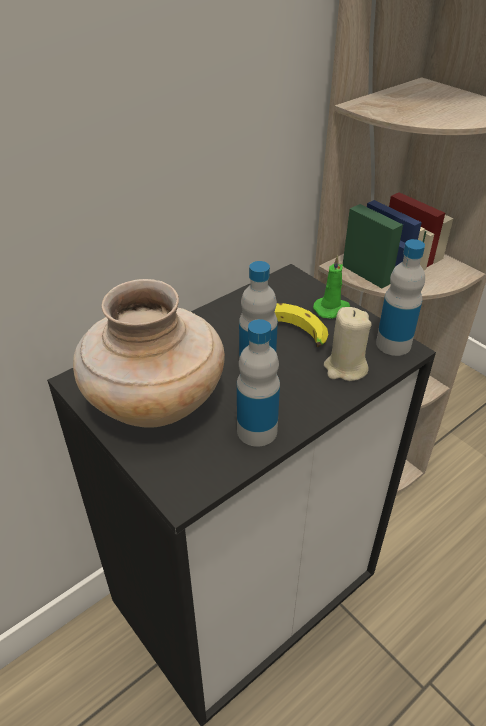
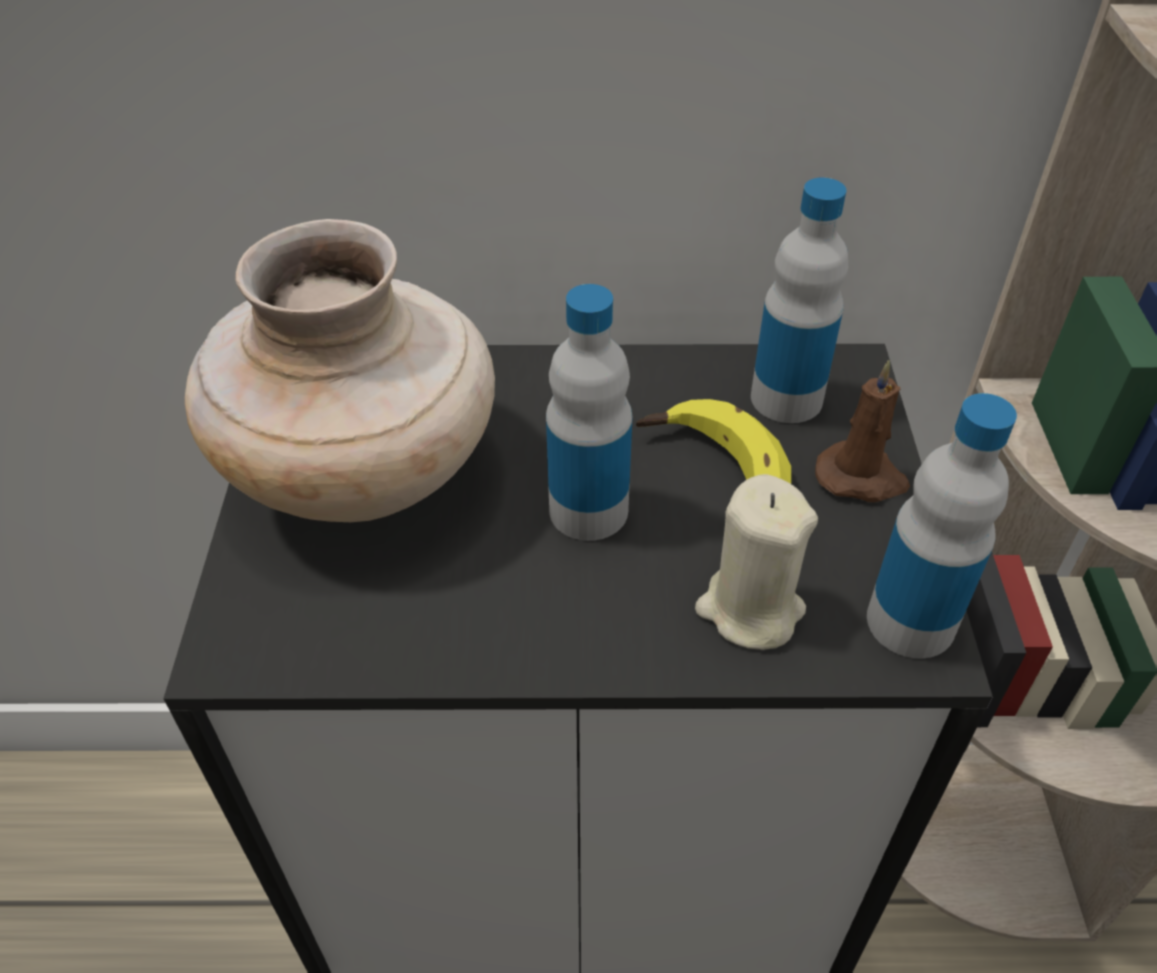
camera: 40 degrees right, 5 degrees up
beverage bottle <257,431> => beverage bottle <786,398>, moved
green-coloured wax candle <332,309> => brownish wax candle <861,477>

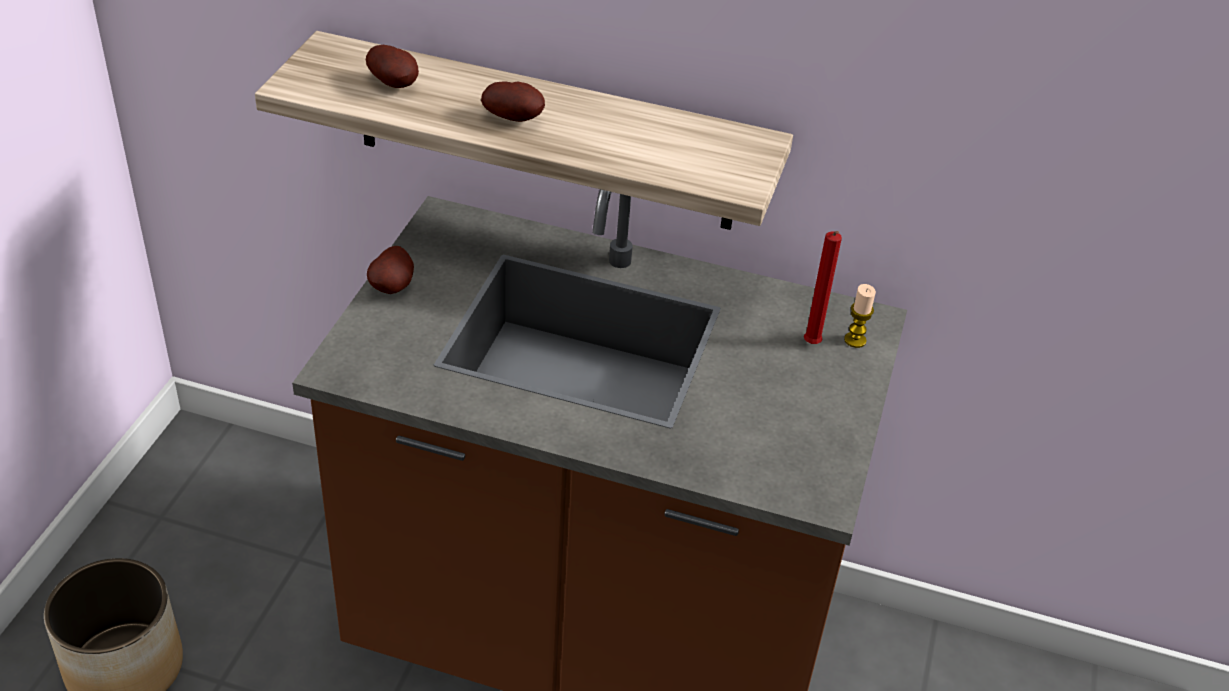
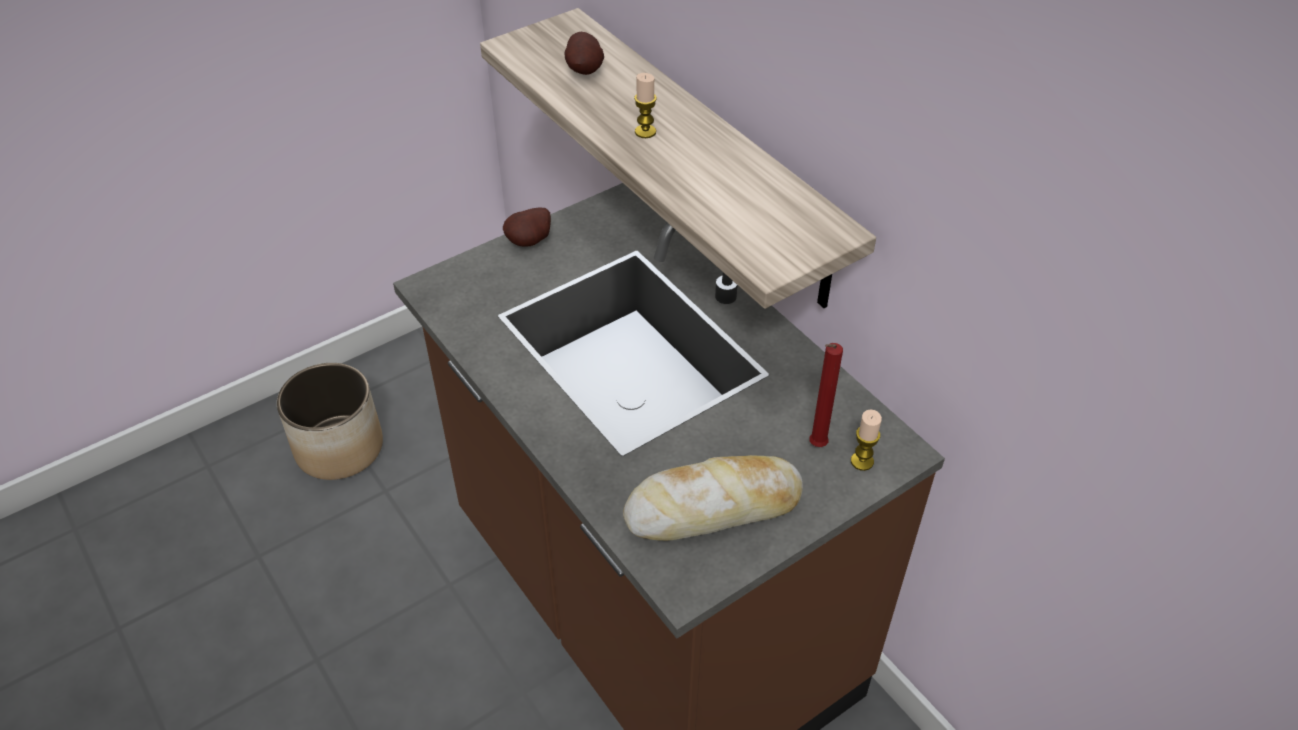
camera: 40 degrees right, 5 degrees up
nothing => baked bread <713,507>
whole potato <515,119> => wax candle <645,132>

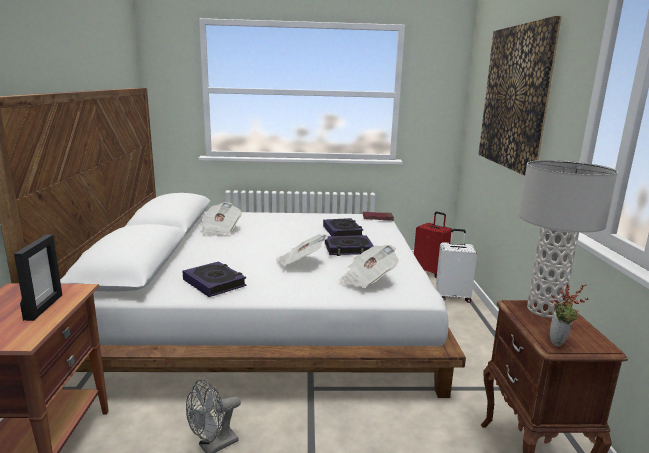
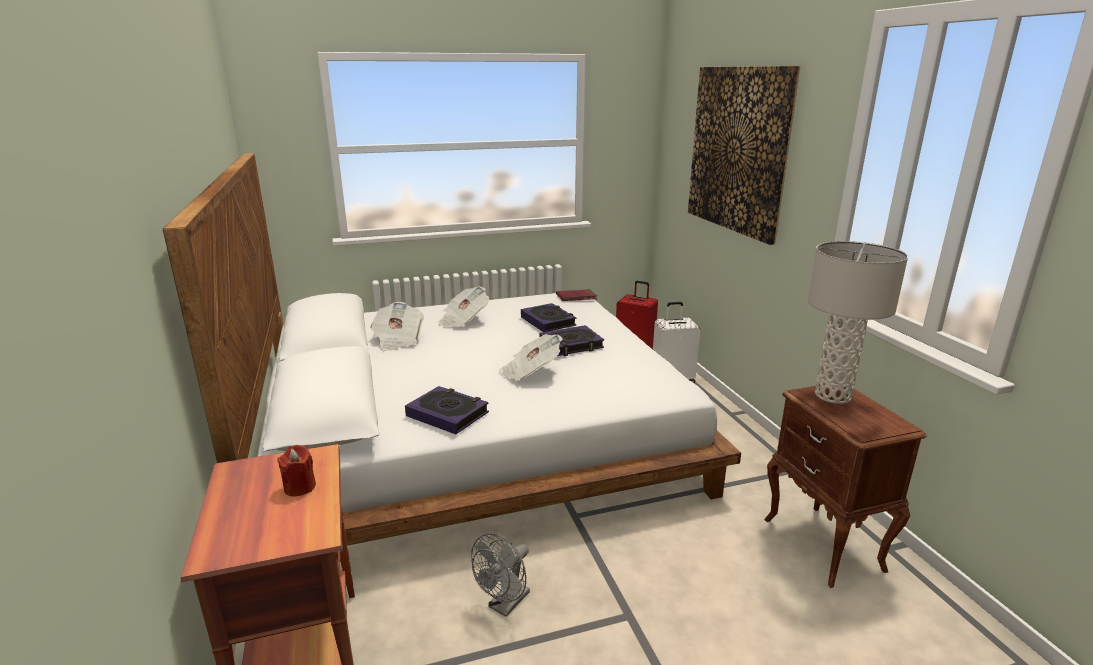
camera: 15 degrees left, 5 degrees up
potted plant <560,343> => nothing
daily paper <367,280> => daily paper <463,320>, moved
picture frame <43,307> => reddish wax candle <300,487>

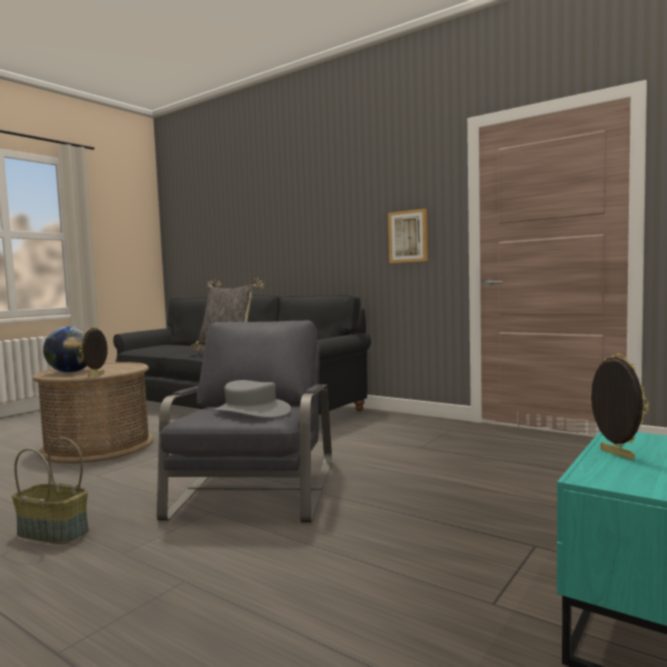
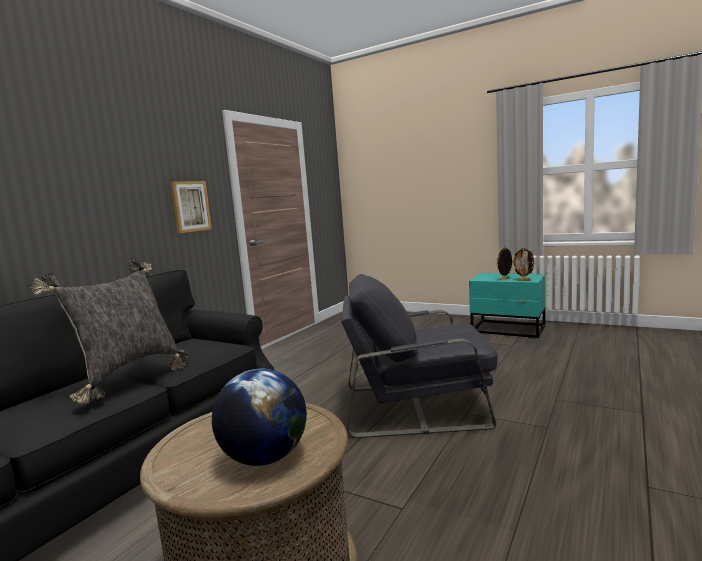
camera: 95 degrees left, 5 degrees up
household basket <51,533> => nothing
grey wearable hat <251,412> => nothing
picture frame <96,375> => picture frame <524,280>, moved

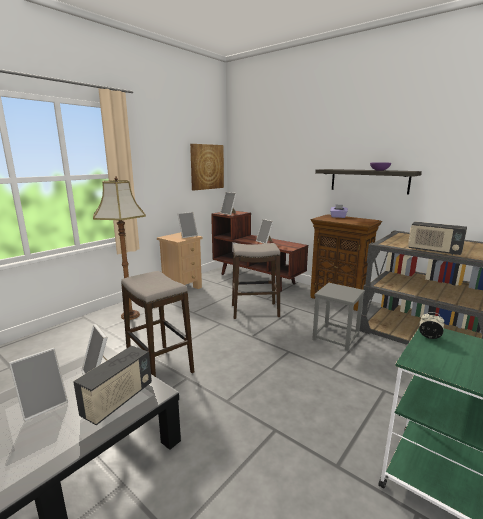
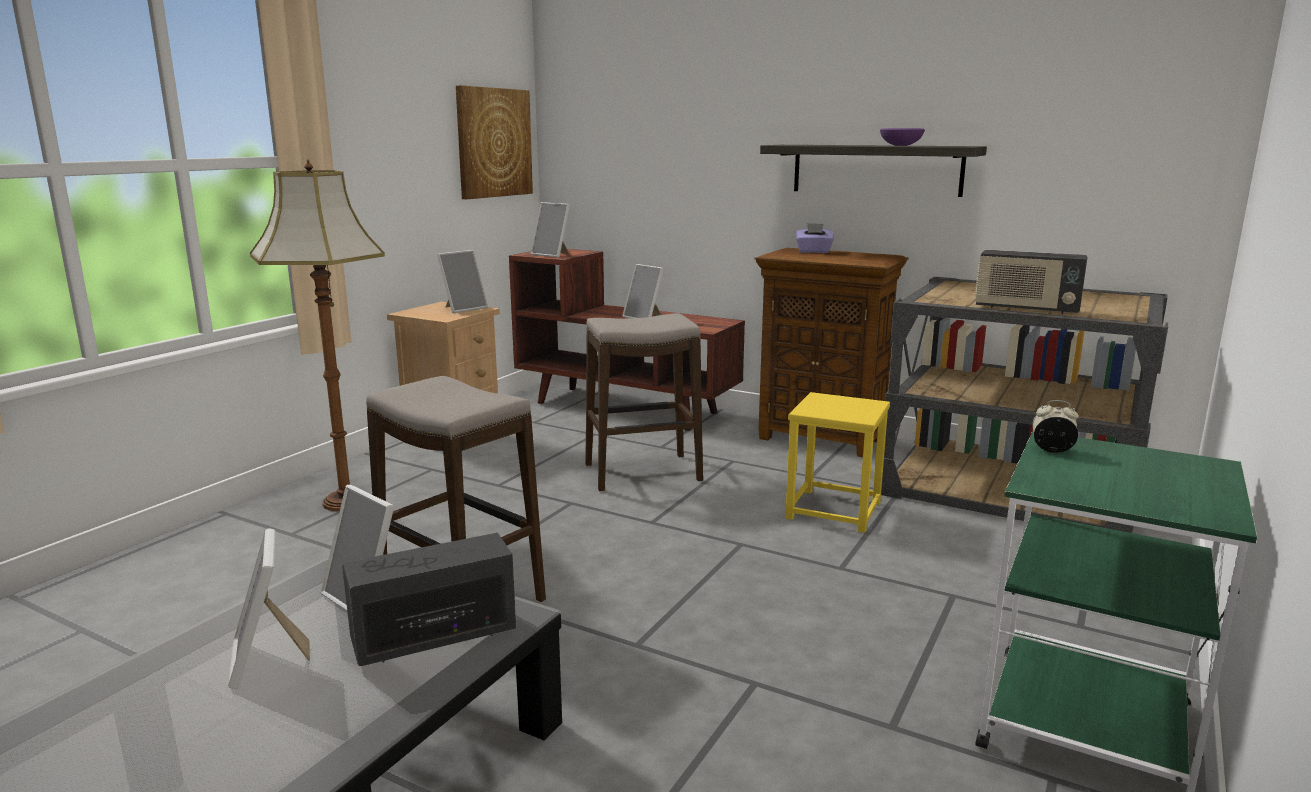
camera: 10 degrees left, 0 degrees up
grey stool seat <335,337> => yellowish stool seat <833,510>
picture frame <44,404> => picture frame <267,659>, 120 degrees clockwise
radio receiver <118,400> => radio receiver <435,637>, 135 degrees counterclockwise

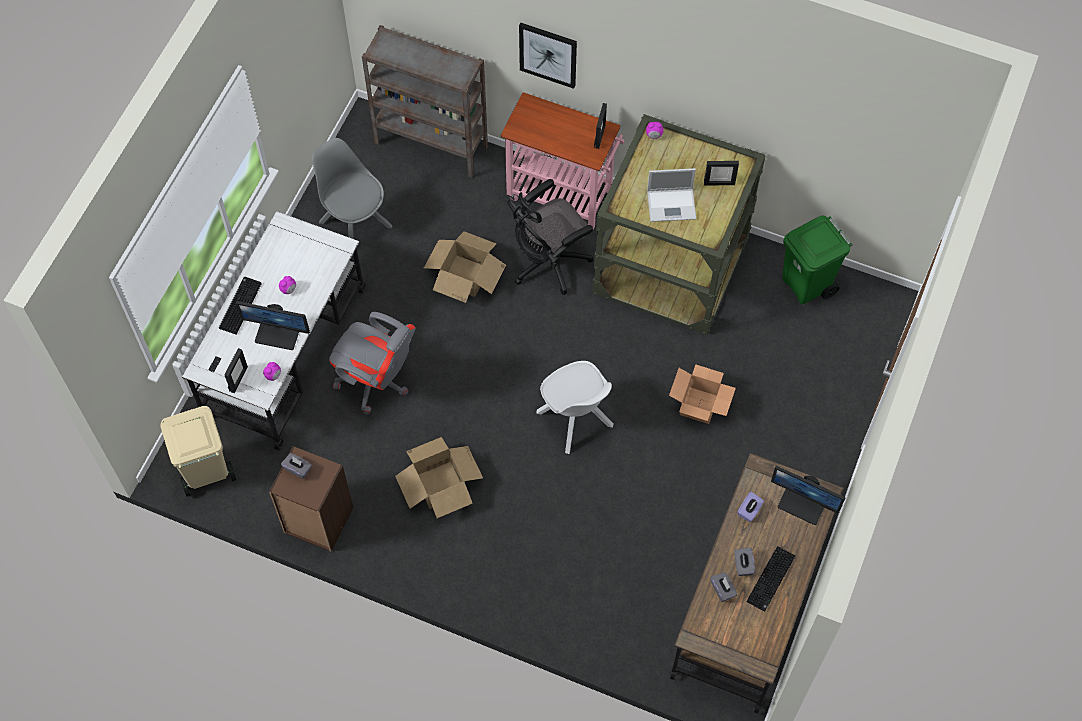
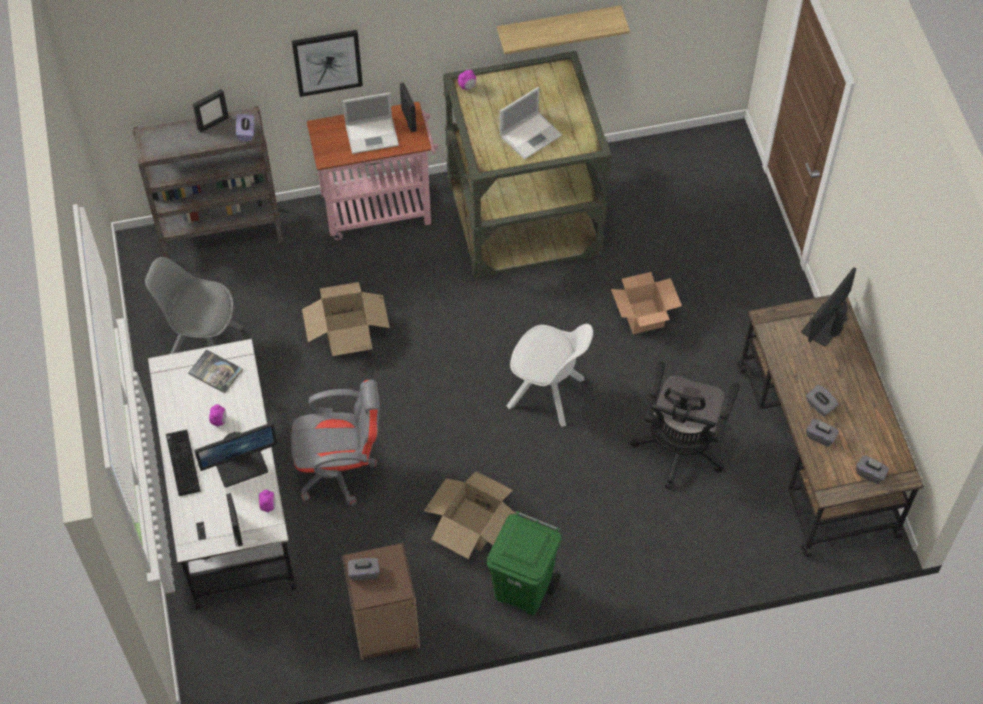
camera: 35 degrees left, 5 degrees down
sand-coloured trash can <206,472> => nothing
computer keyboard <771,580> => nothing
nothing => book <215,372>
nothing => notebook computer <373,135>
nothing => wall shelf <558,27>
nothing => grey tissue box <870,473>
office chair <550,262> => office chair <680,448>, moved
picture frame <719,183> => picture frame <213,123>, moved
purplish tissue box <749,511> => purplish tissue box <246,133>, moved
green-coloured trash can <806,285> => green-coloured trash can <524,590>, moved
monitor <802,504> => monitor <825,326>, 135 degrees clockwise

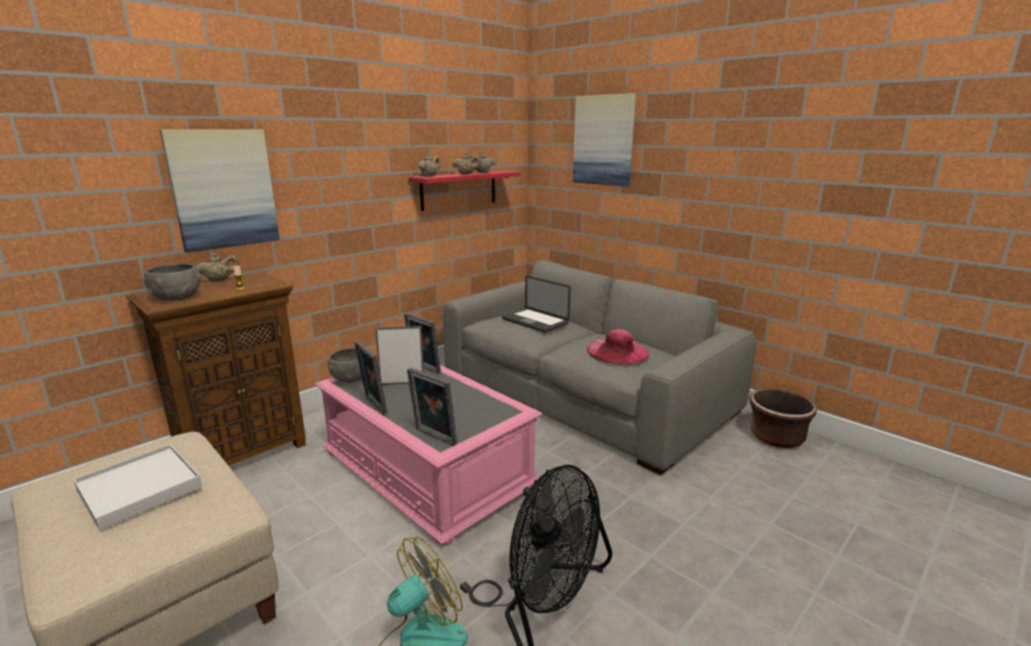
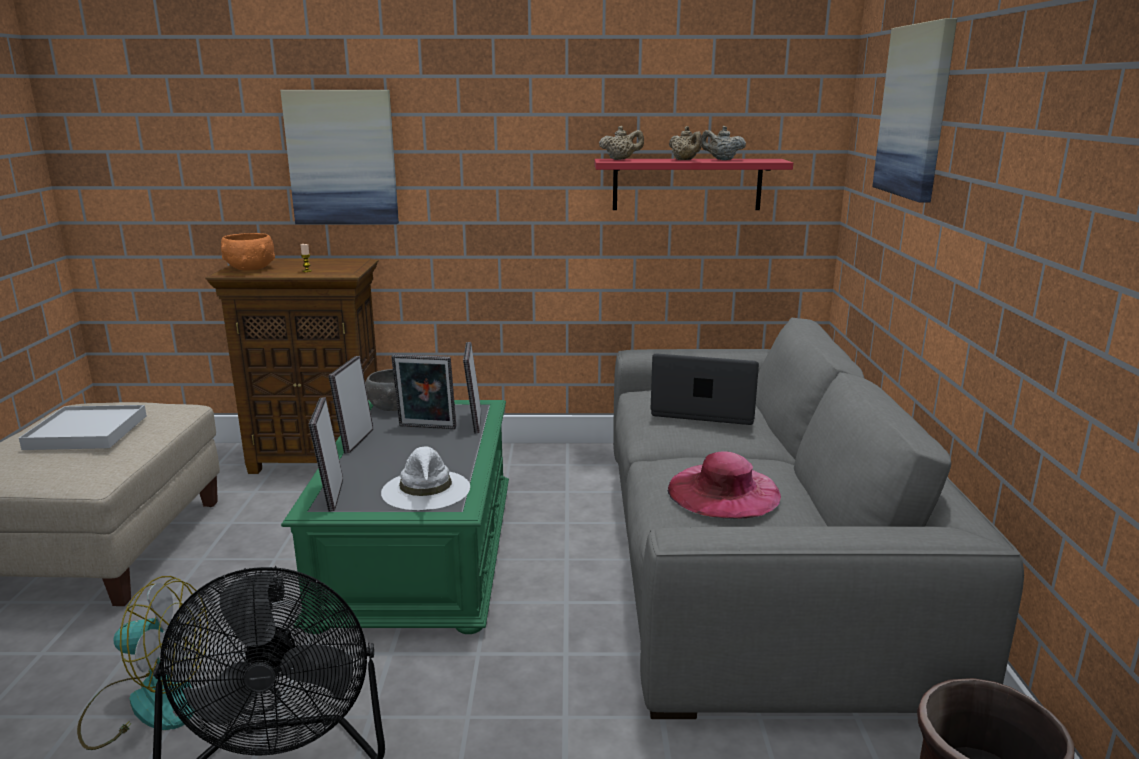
camera: 45 degrees right, 0 degrees up
sand-coloured pot for tea <220,280> => nothing
nothing => white wearable hat <426,490>
grey bowl <176,298> => orange bowl <250,268>
pink-coloured low table <427,469> => green-coloured low table <418,551>
picture frame <402,381> => picture frame <426,428>, 150 degrees clockwise
notebook computer <535,321> => notebook computer <704,410>, 105 degrees clockwise

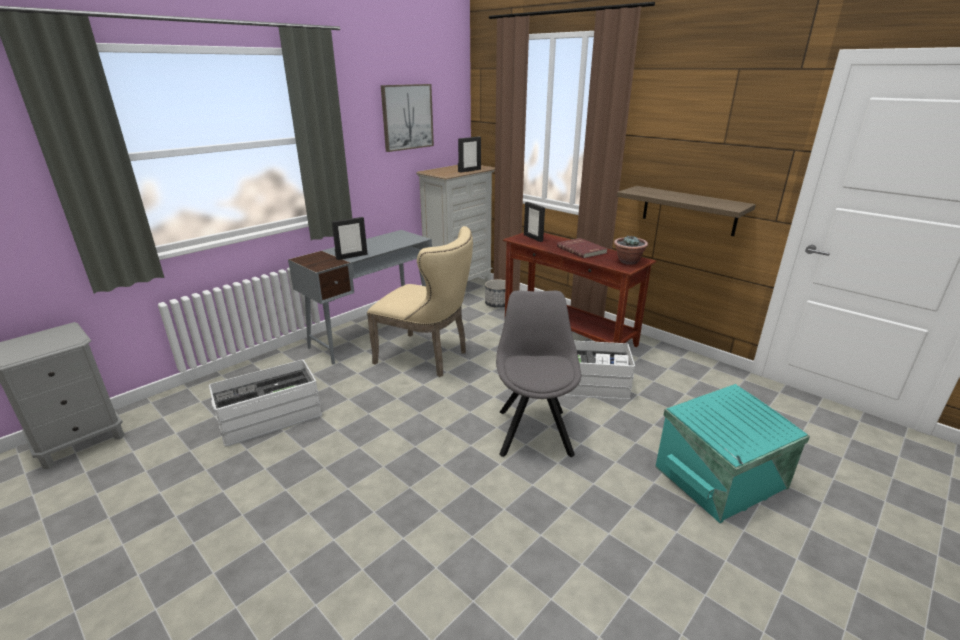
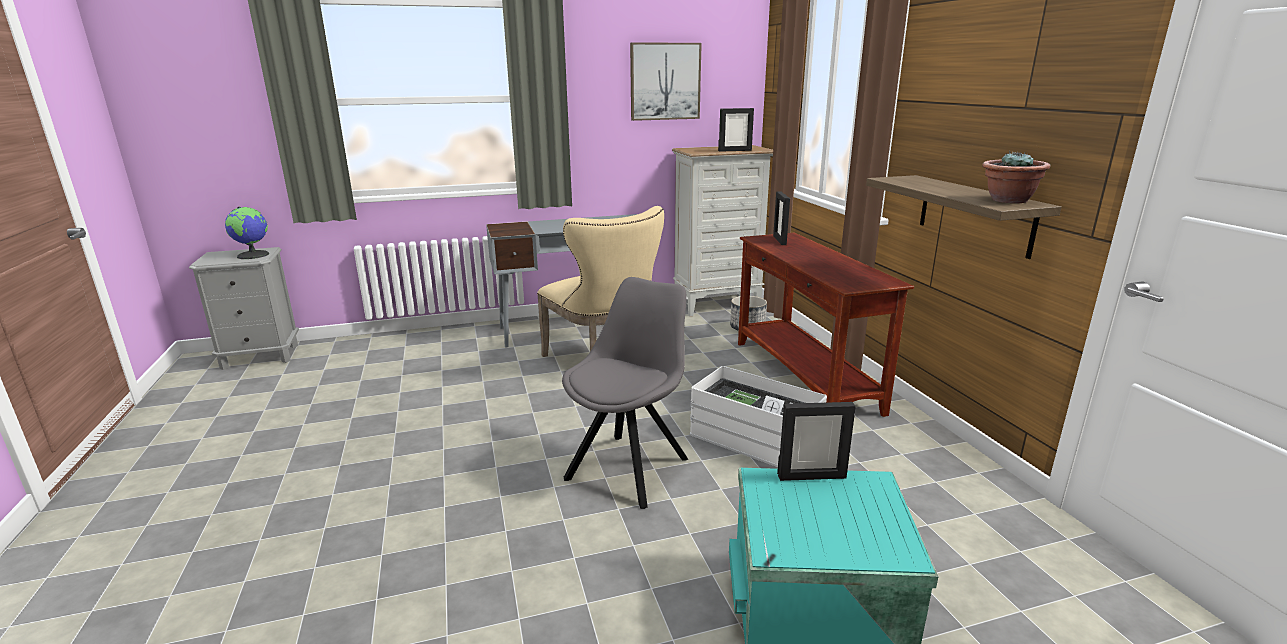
camera: 30 degrees right, 5 degrees down
white storage box <270,417> => nothing
reddish book <582,250> => nothing
nothing => globe <253,255>
picture frame <351,256> => picture frame <811,476>, moved
potted plant <628,261> => potted plant <1008,200>, moved

